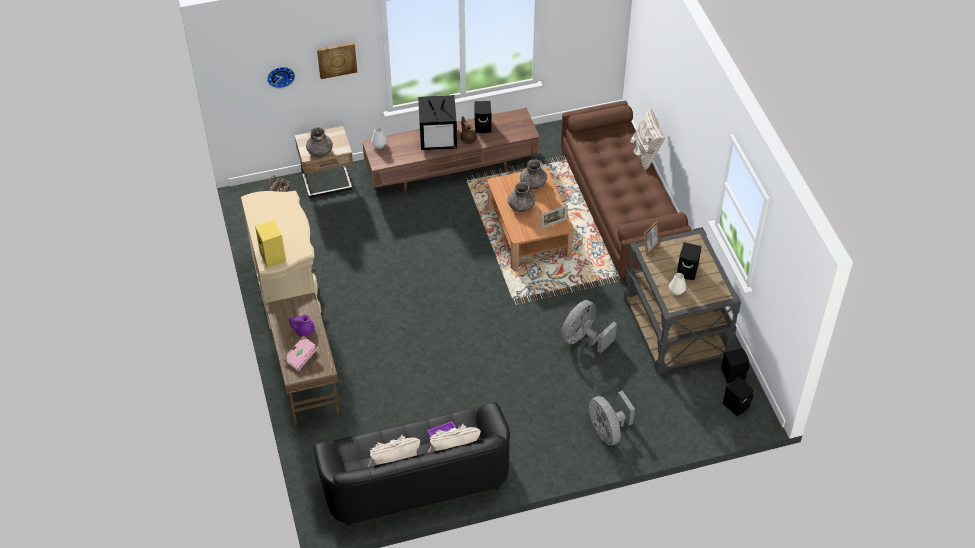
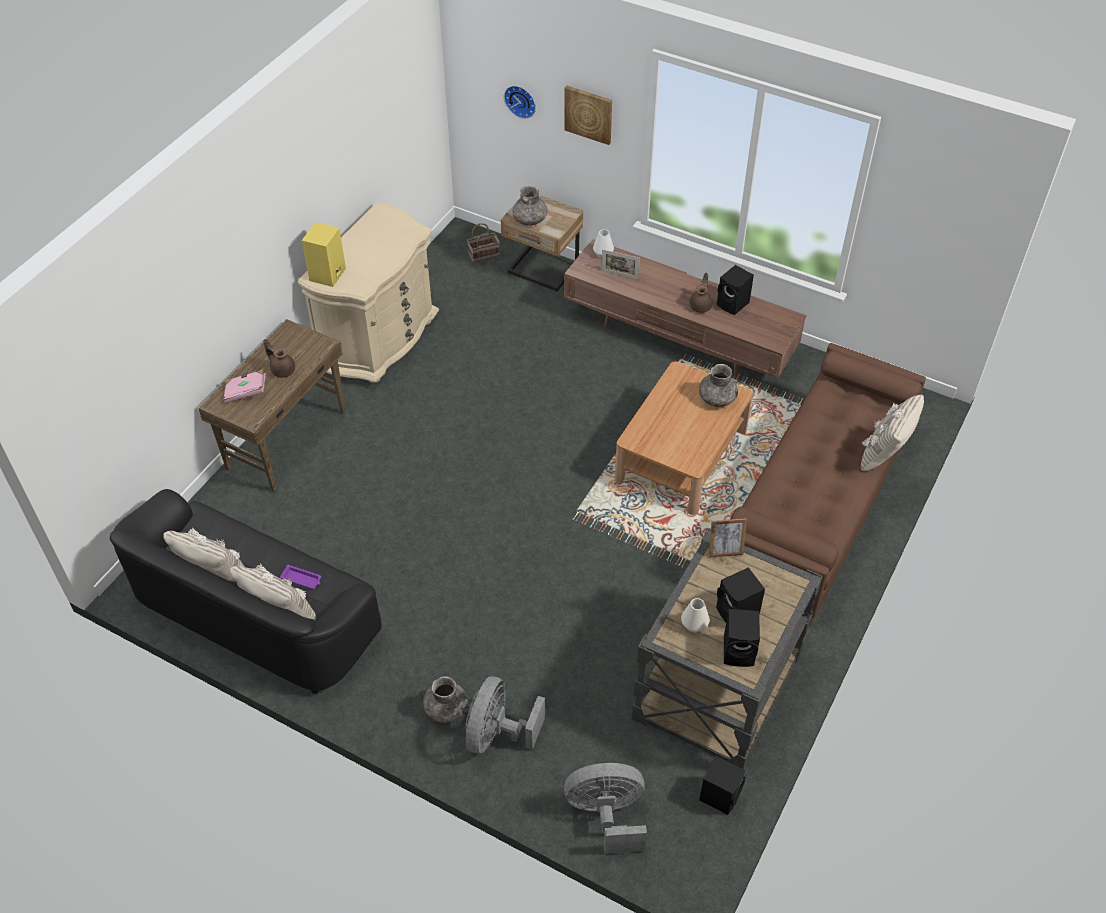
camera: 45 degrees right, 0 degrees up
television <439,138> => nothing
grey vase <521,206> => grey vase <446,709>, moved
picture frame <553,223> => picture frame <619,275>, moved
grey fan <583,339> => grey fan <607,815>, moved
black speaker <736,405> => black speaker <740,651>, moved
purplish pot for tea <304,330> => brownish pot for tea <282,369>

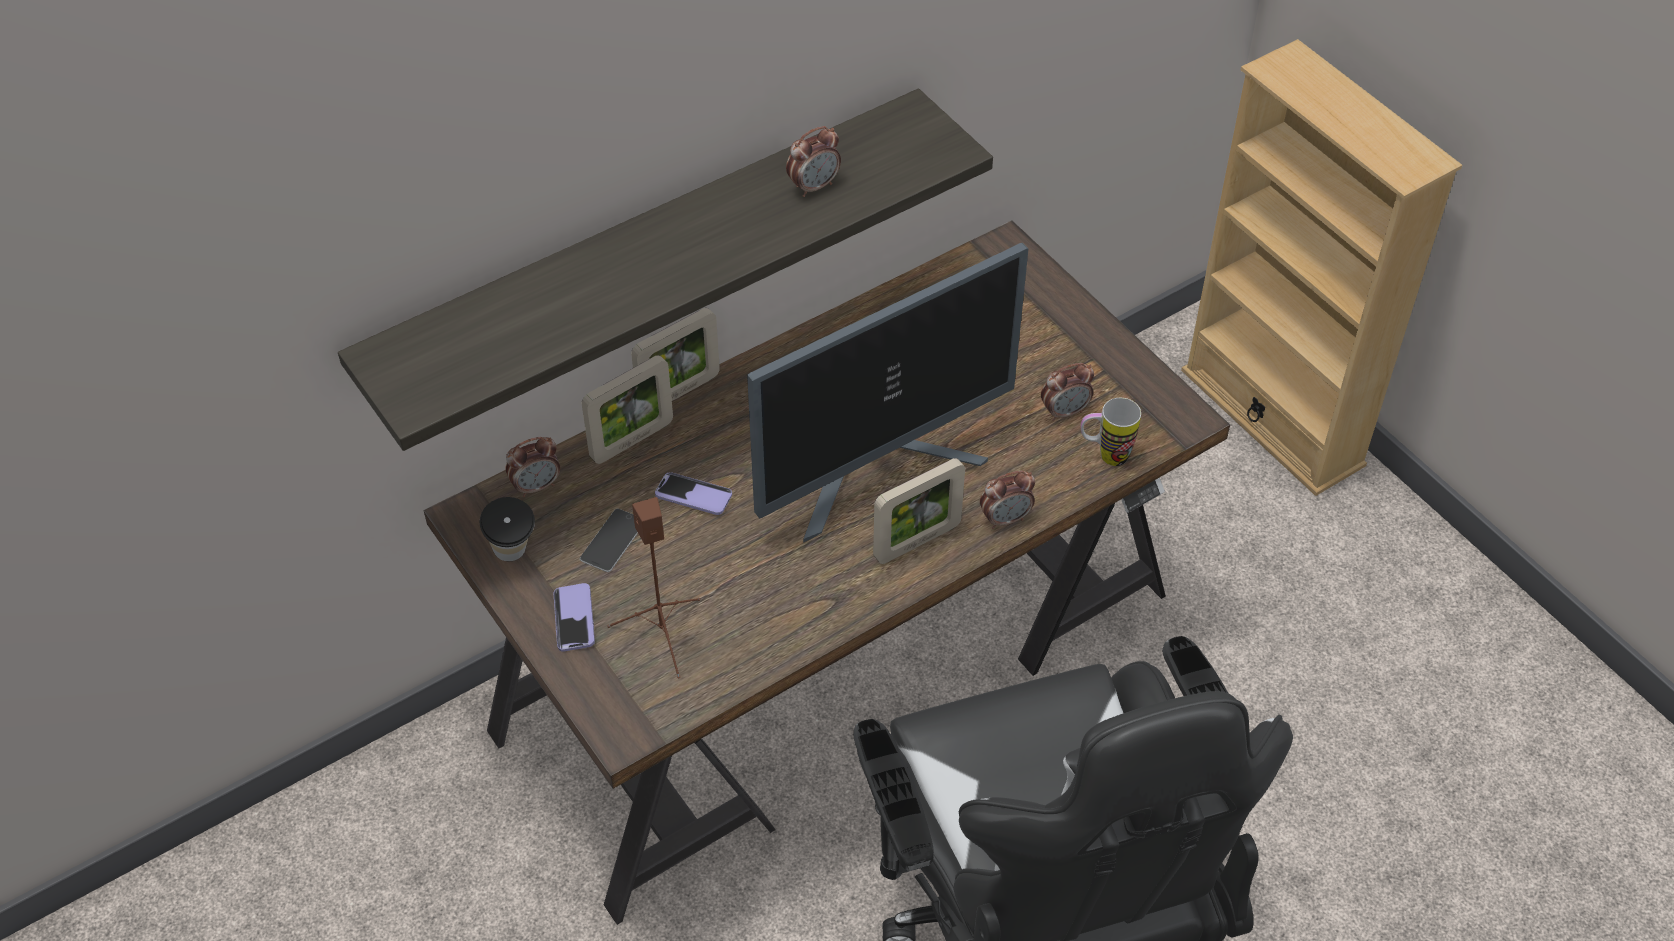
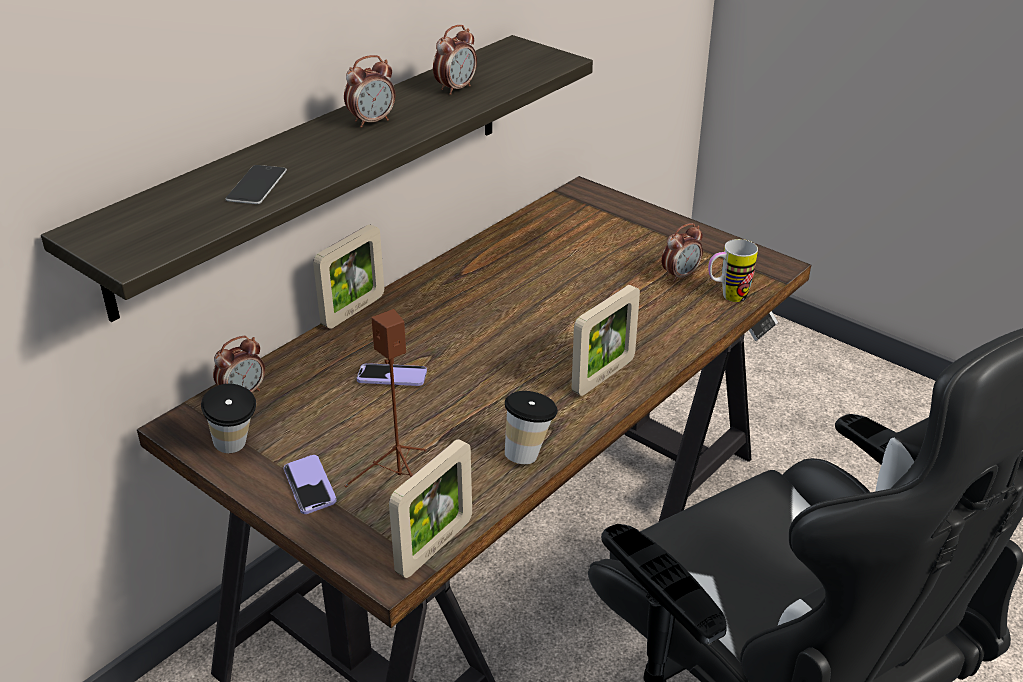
camera: 15 degrees left, 15 degrees down
monitor <880,469> => nothing
sand-coloured shelving unit <1272,417> => nothing
nothing => drinking cup <529,452>
handset <612,540> => handset <256,185>, moved
picture frame <632,441> => picture frame <434,547>, moved
bedside clock <1005,519> => bedside clock <372,121>, moved

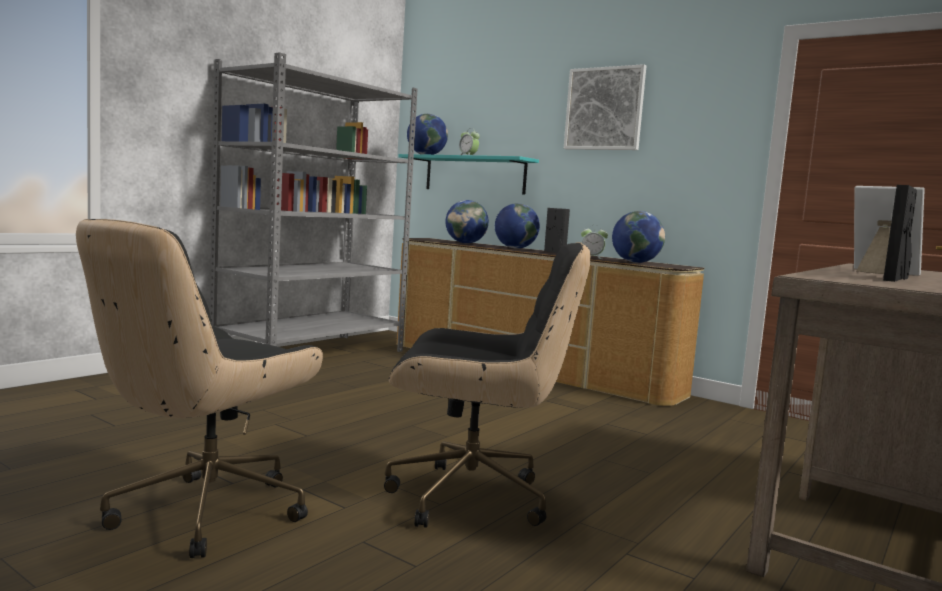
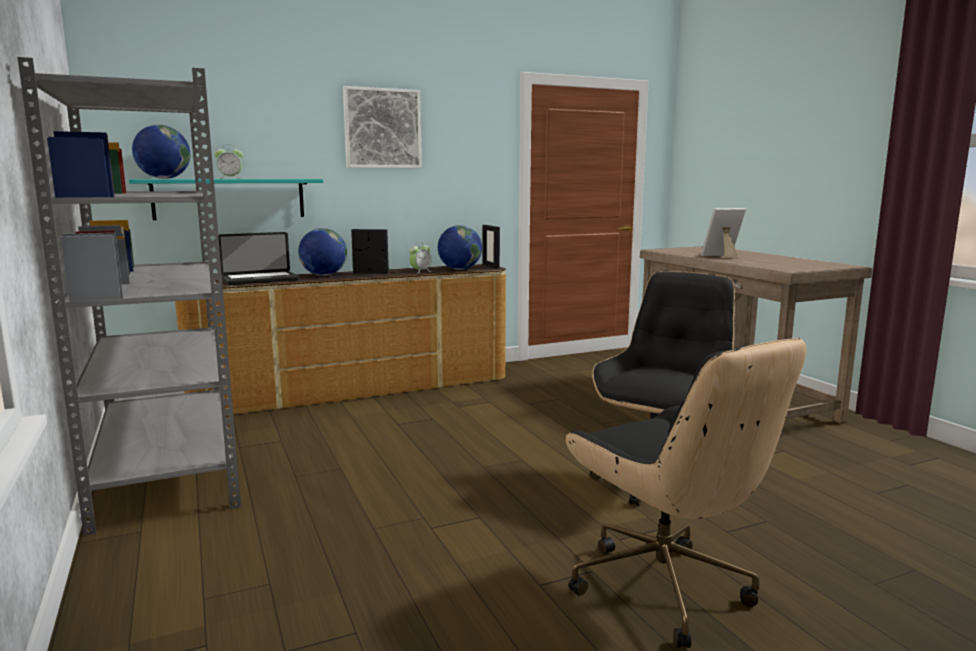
camera: 60 degrees left, 5 degrees up
picture frame <896,279> => picture frame <491,266>, moved
globe <465,243> => notebook computer <260,279>

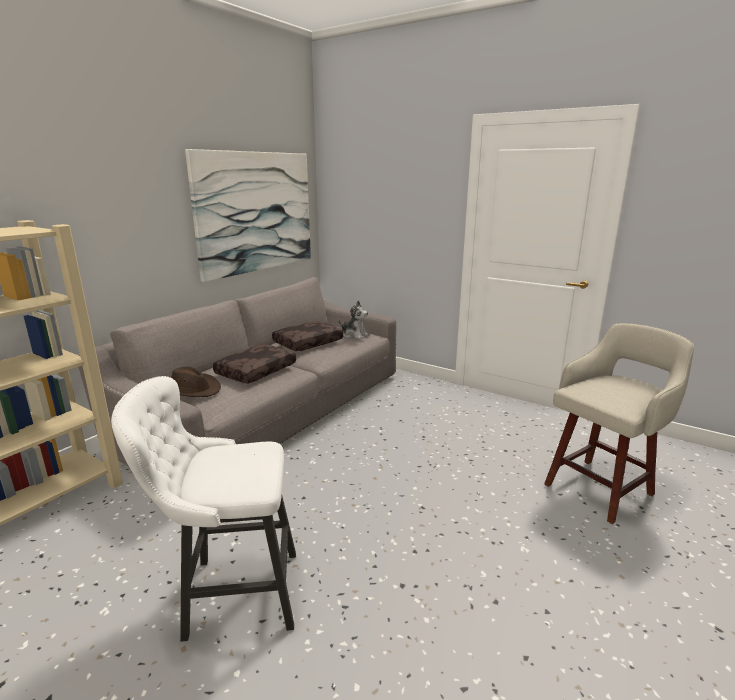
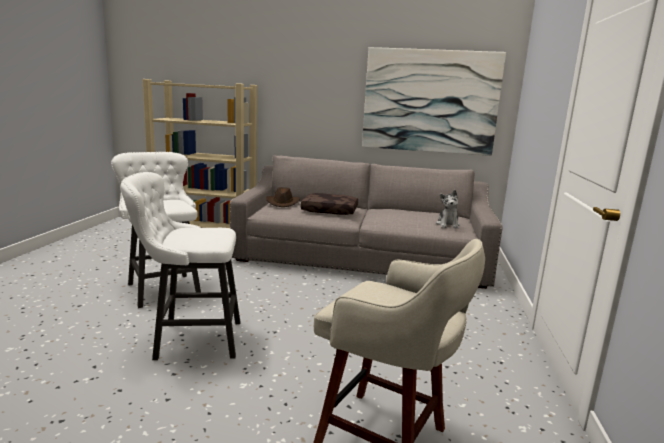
camera: 65 degrees right, 5 degrees down
brownish throw pillow <308,342> => nothing
nothing => white stool seat <187,339>

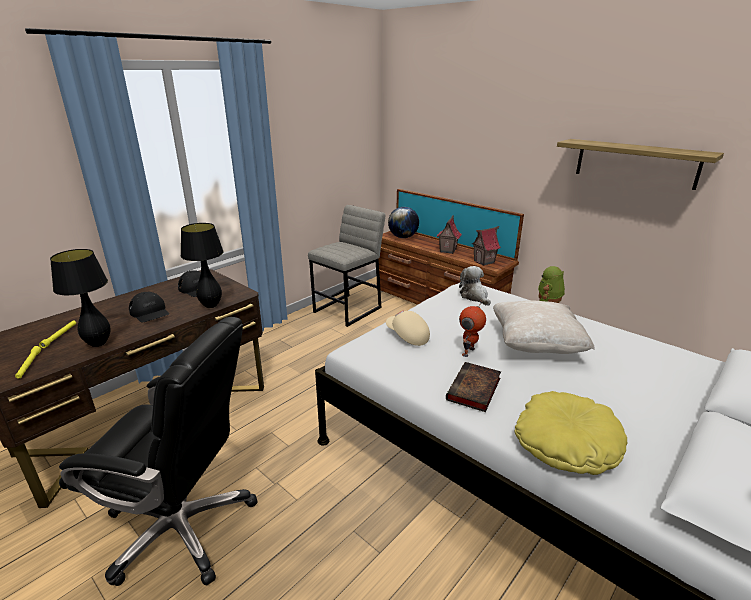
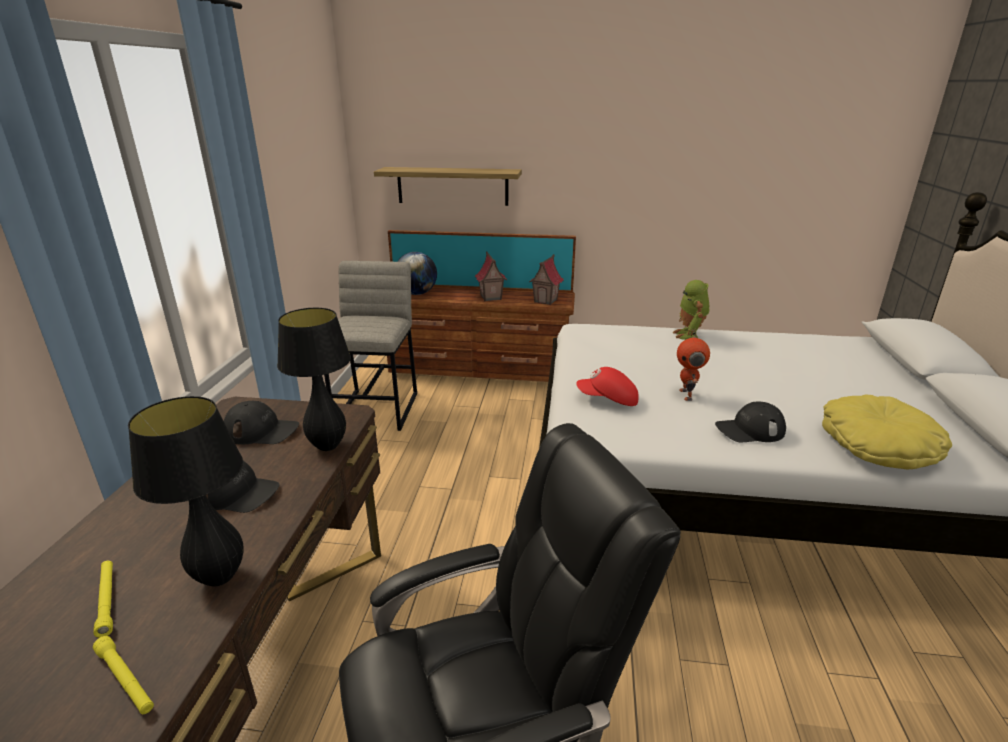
camera: 35 degrees left, 0 degrees up
soft toy <474,296> => nothing
sand-coloured throw pillow <536,345> => nothing
wall shelf <636,163> => wall shelf <452,186>, moved
book <474,390> => black cap <749,430>
sand-coloured cap <407,336> => reddish cap <608,400>

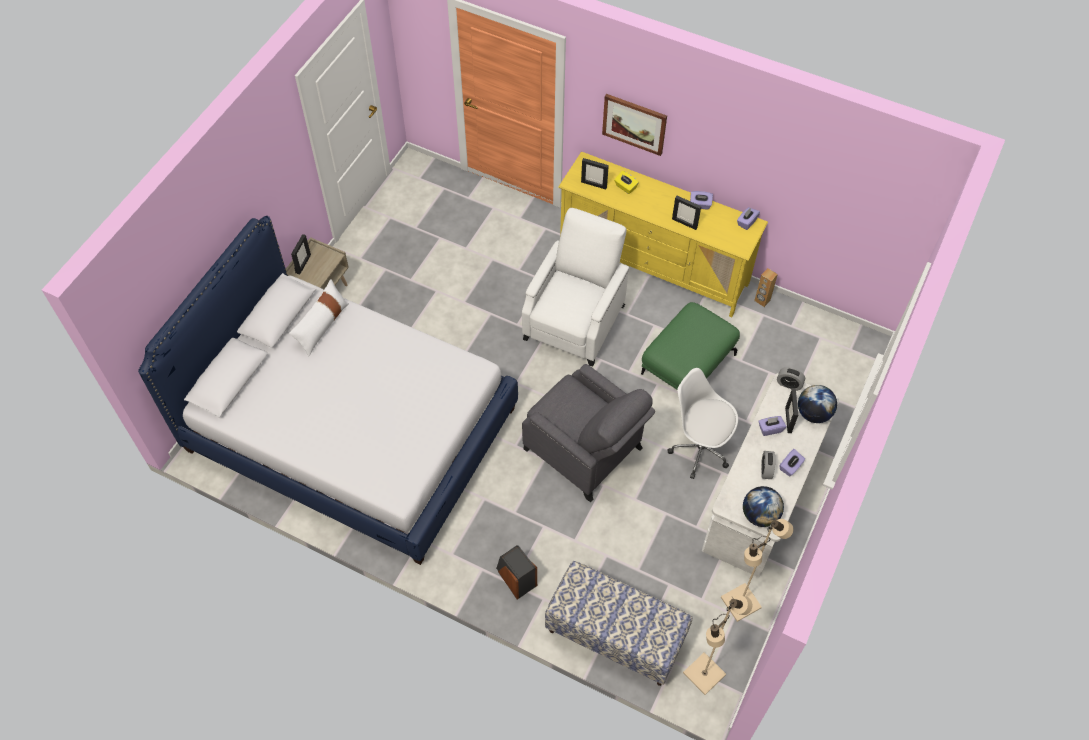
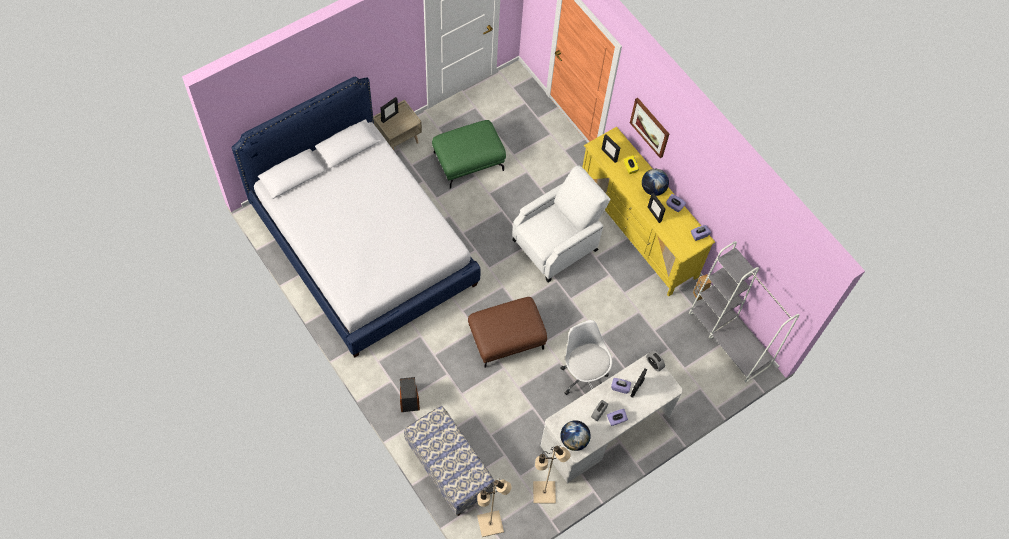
camera: 25 degrees right, 5 degrees up
white throw pillow <322,326> => nothing
nothing => grey garment stand <729,340>
green-coloured ottoman <687,363> => green-coloured ottoman <468,160>, moved
globe <813,413> => globe <653,189>, moved
grey lounge chair <585,451> => brownish ottoman <506,338>

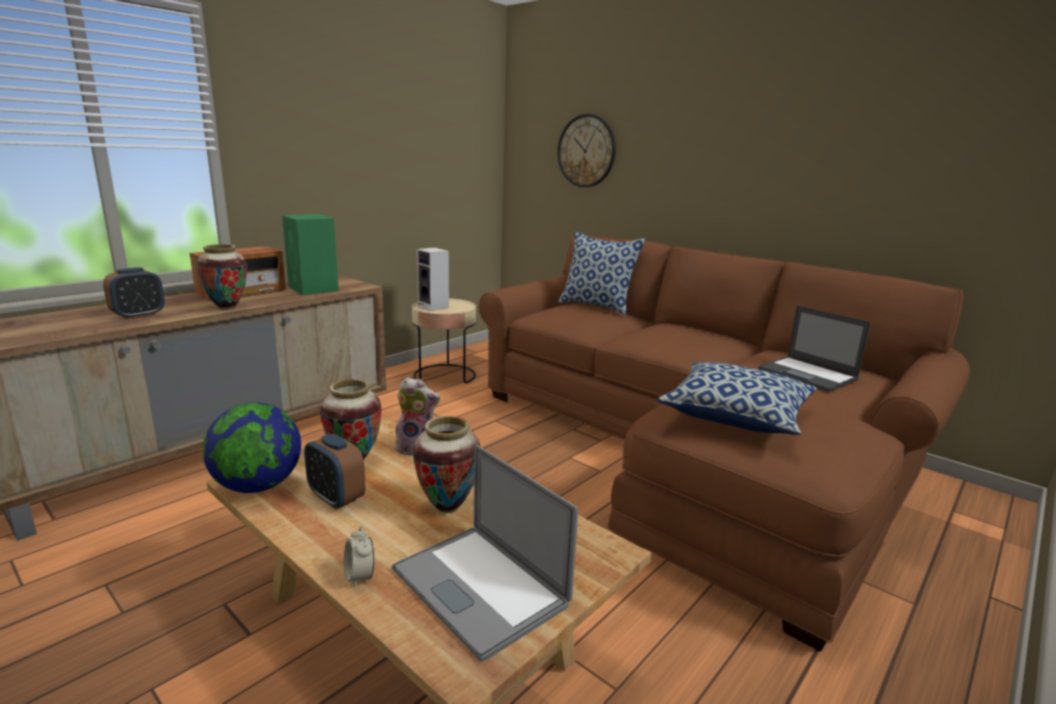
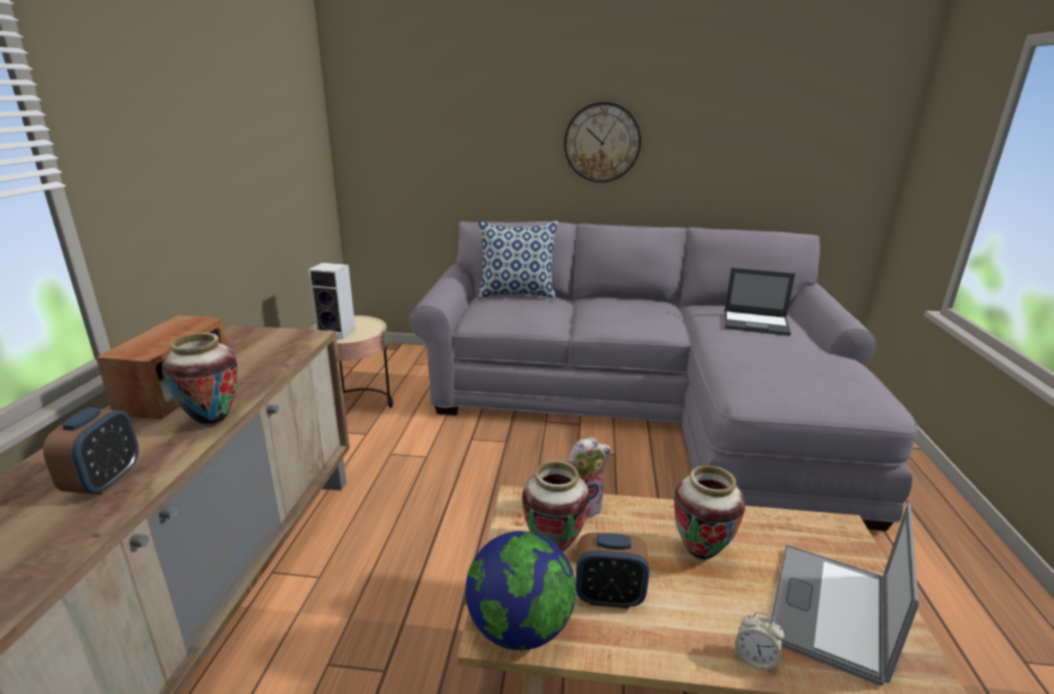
camera: 35 degrees left, 5 degrees up
green-coloured speaker <314,289> => nothing
throw pillow <736,416> => nothing
wall clock <586,151> => wall clock <602,142>, moved
brownish sofa <691,450> => grey sofa <649,407>
notebook computer <479,586> => notebook computer <830,609>, 105 degrees clockwise

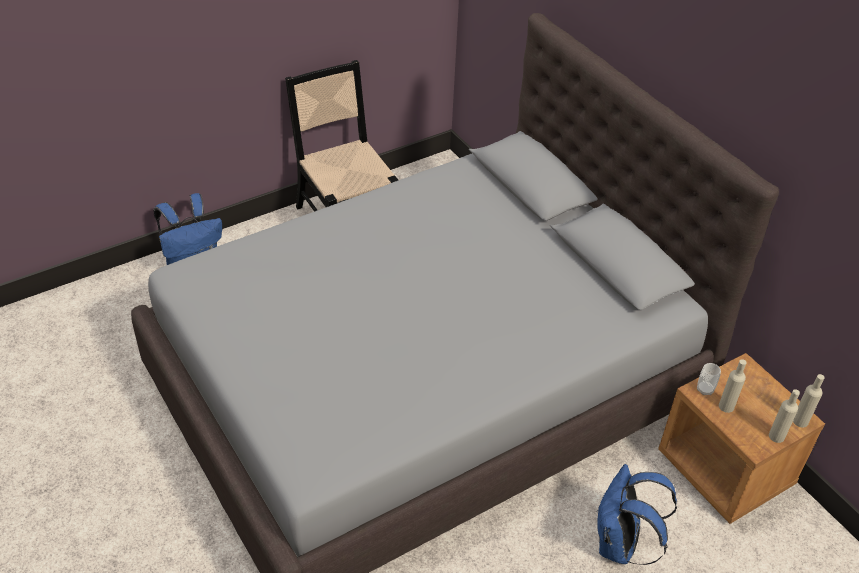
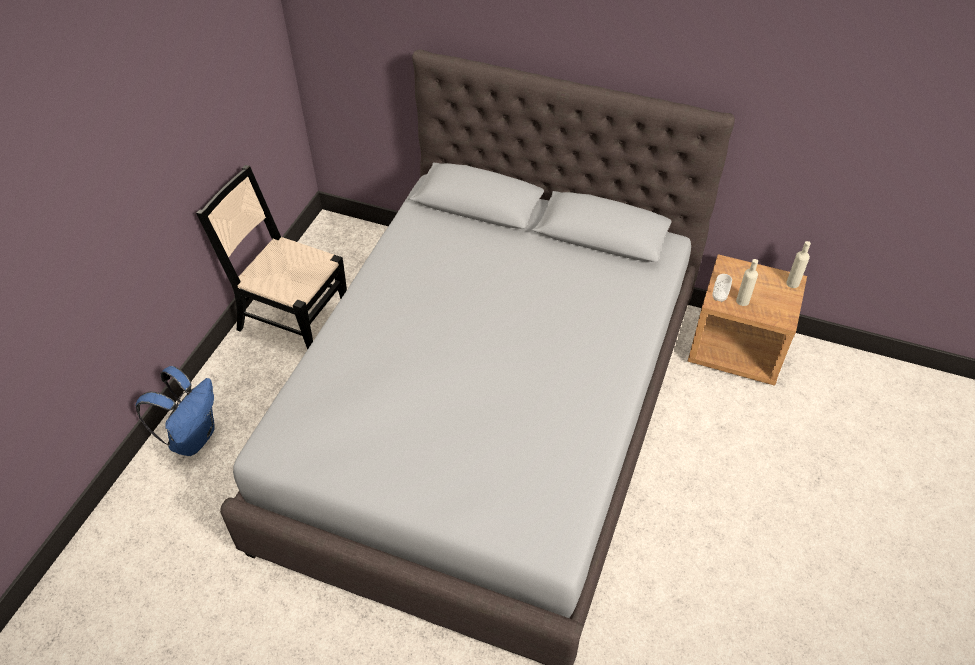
camera: 35 degrees left, 5 degrees up
bluish rucksack <620,545> => nothing
sand-coloured beverage bottle <776,436> => nothing

